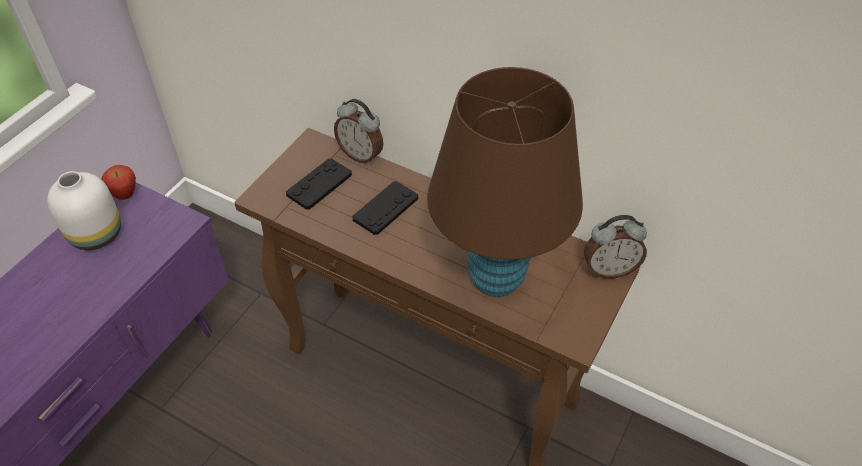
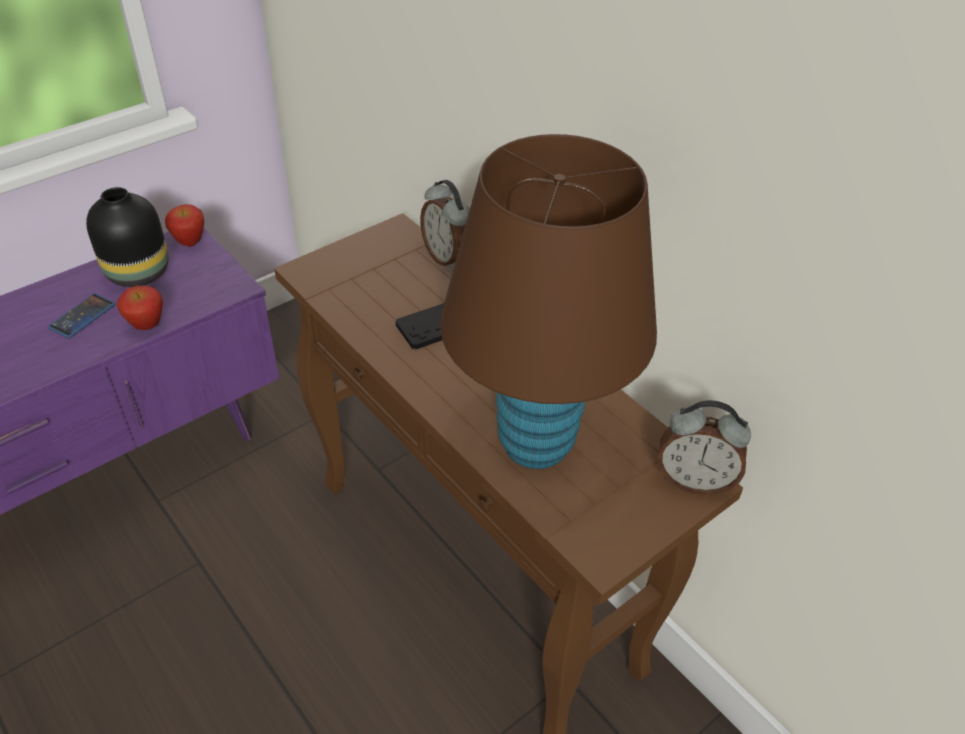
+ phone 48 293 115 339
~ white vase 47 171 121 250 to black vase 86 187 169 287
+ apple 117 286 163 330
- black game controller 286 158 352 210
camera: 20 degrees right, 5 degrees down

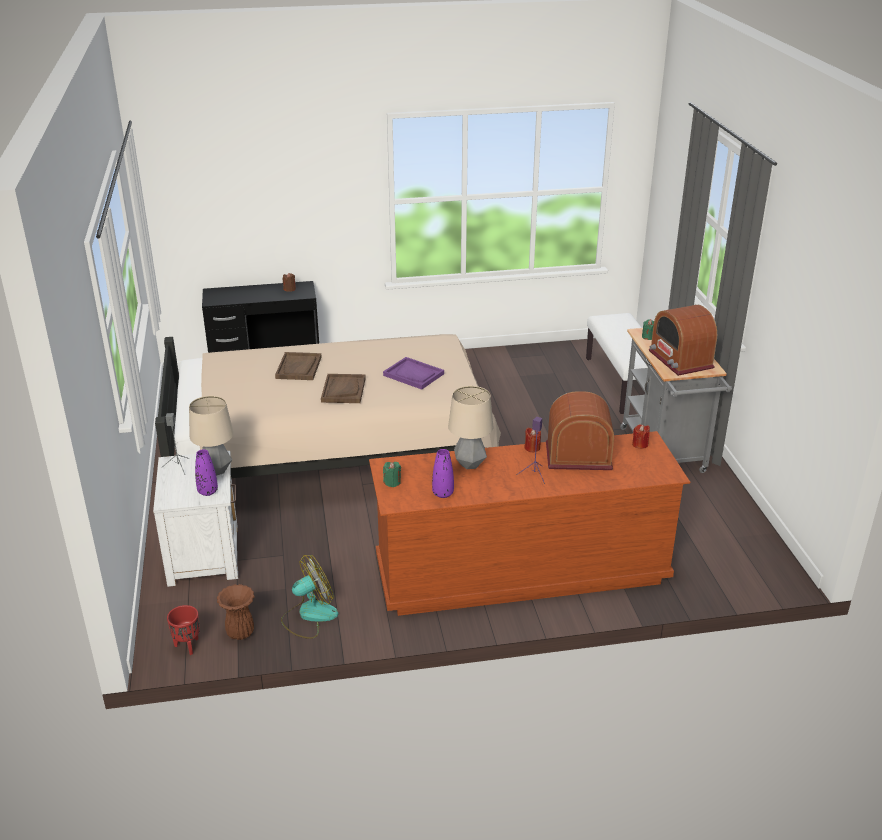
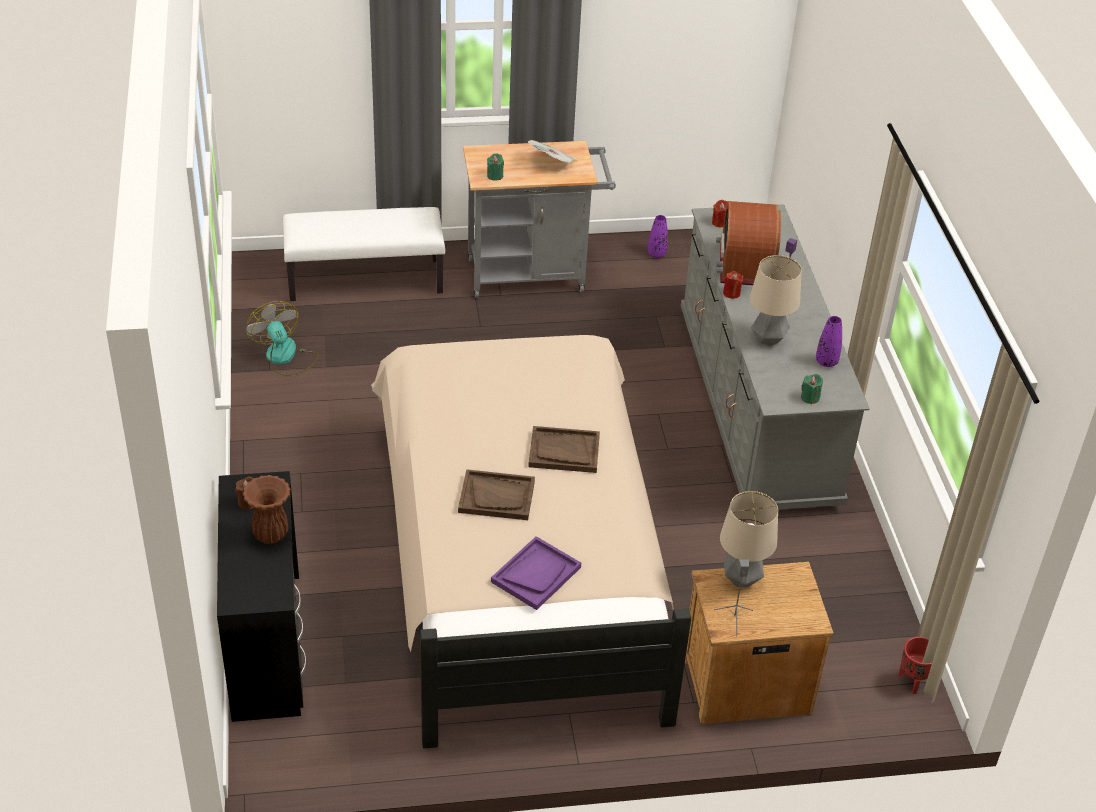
~ brown vase 217 584 255 640 to 242 475 291 544
~ fan 281 555 338 639 to 246 301 319 376
~ purple tray 383 357 444 390 to 491 536 581 610
~ radio 649 305 717 376 to newspaper 528 140 578 164
~ purple vase 195 449 218 496 to 648 215 668 258
~ brown dresser 369 431 690 616 to grey dresser 681 204 870 510
~ white nightstand 153 451 238 587 to brown nightstand 685 562 834 724
camera: 90 degrees left, 10 degrees up

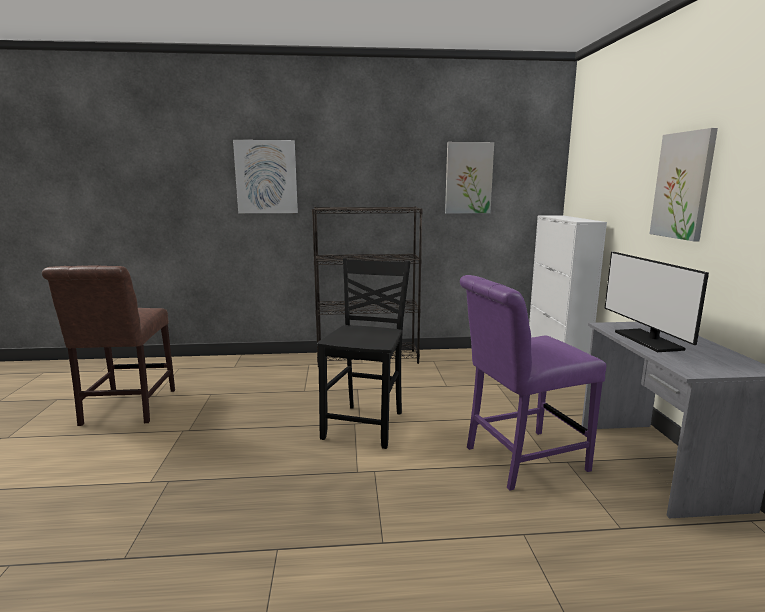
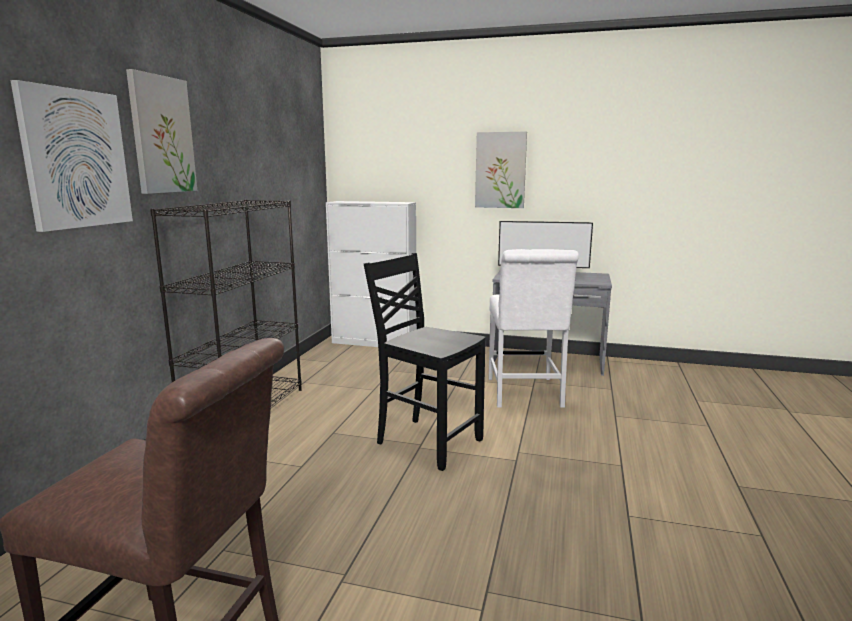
~ picture 445 142 494 214 to 126 69 197 194
~ purple chair 460 275 606 490 to white chair 489 249 579 408
camera: 70 degrees left, 0 degrees up

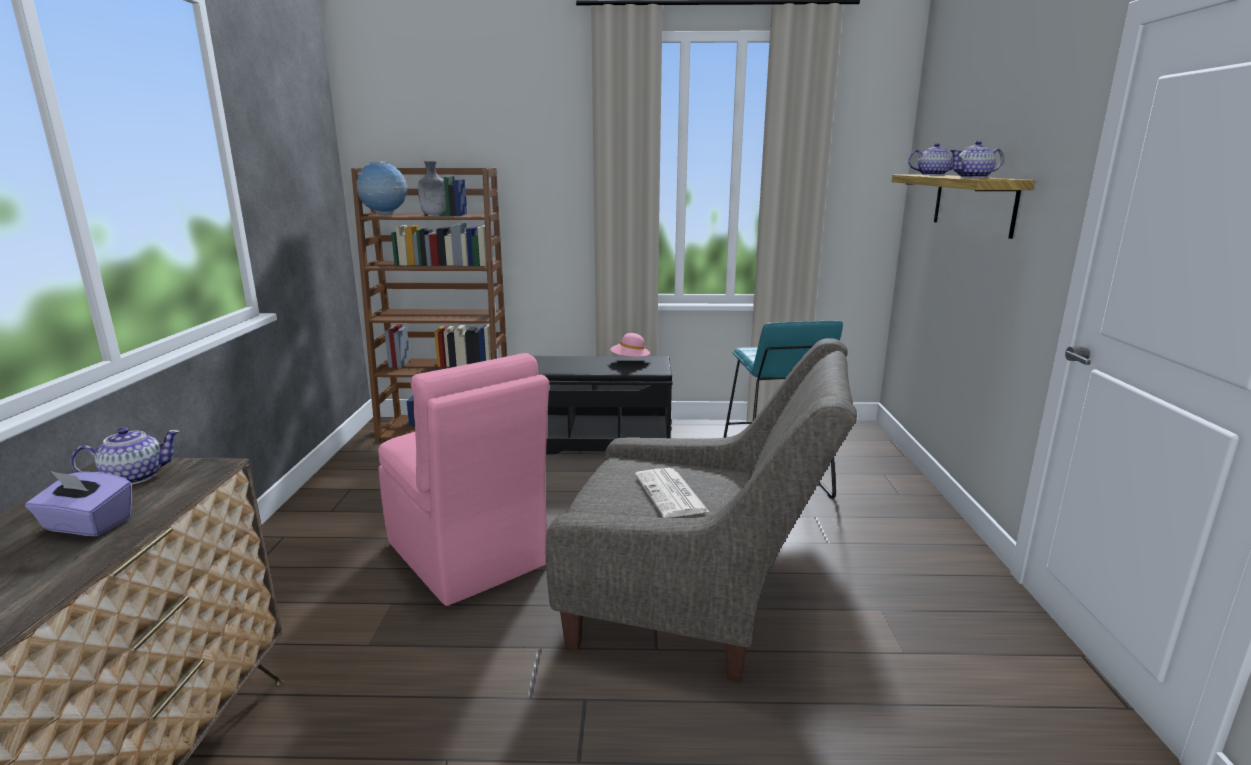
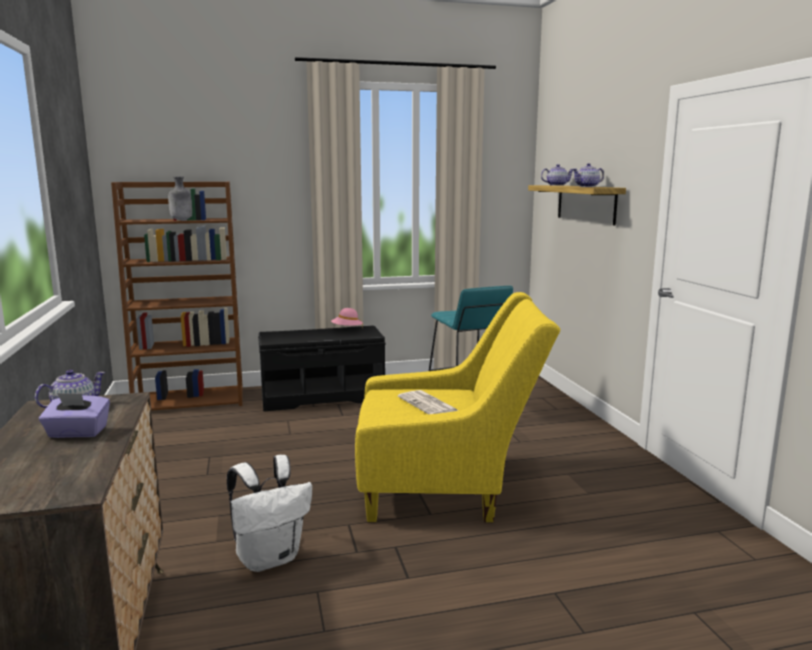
+ white backpack 227 455 312 572
~ grey armchair 546 338 857 681 to yellow armchair 355 292 560 522
- globe 357 161 407 215
- pink chair 378 353 549 606
camera: 15 degrees left, 5 degrees down

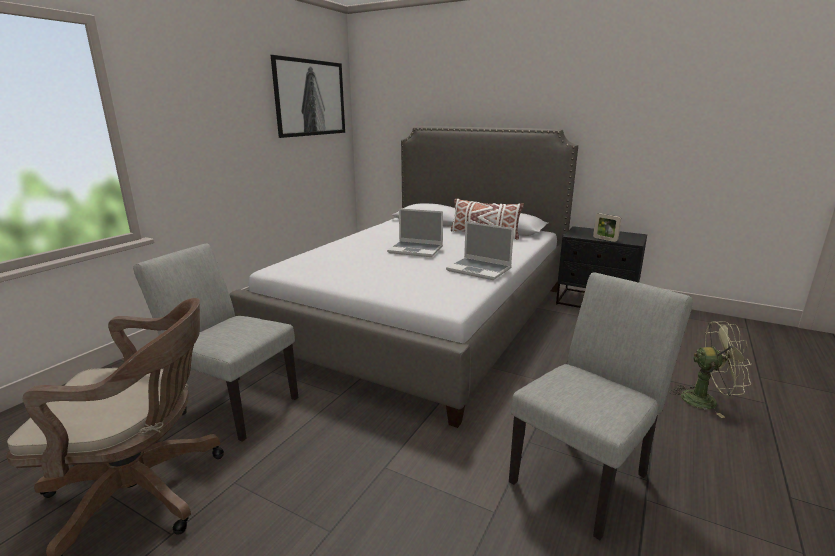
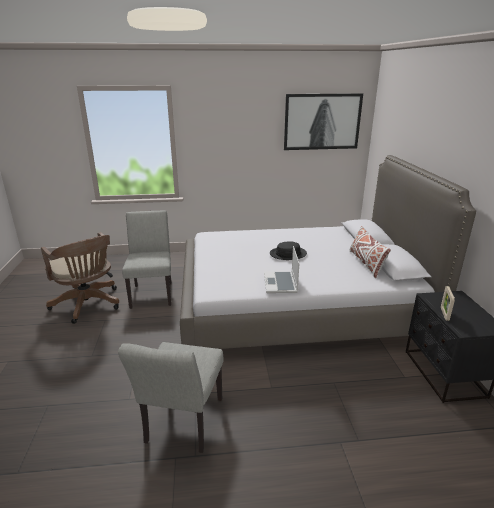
~ grey chair 509 272 693 540 = 118 342 224 453 90 degrees clockwise
~ laptop 387 208 443 257 to black hat 270 242 307 260
- green fan 669 321 752 418
camera: 55 degrees right, 5 degrees up

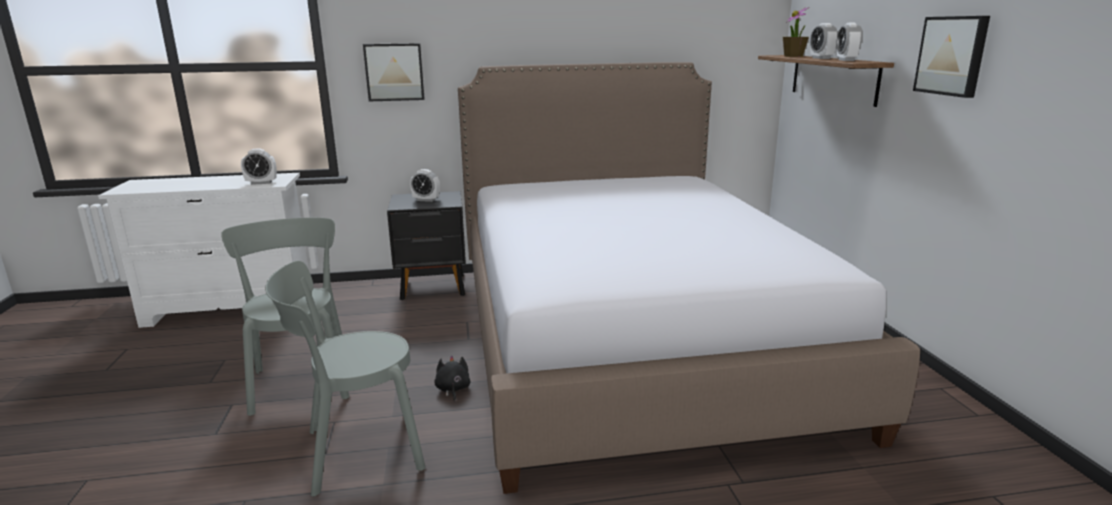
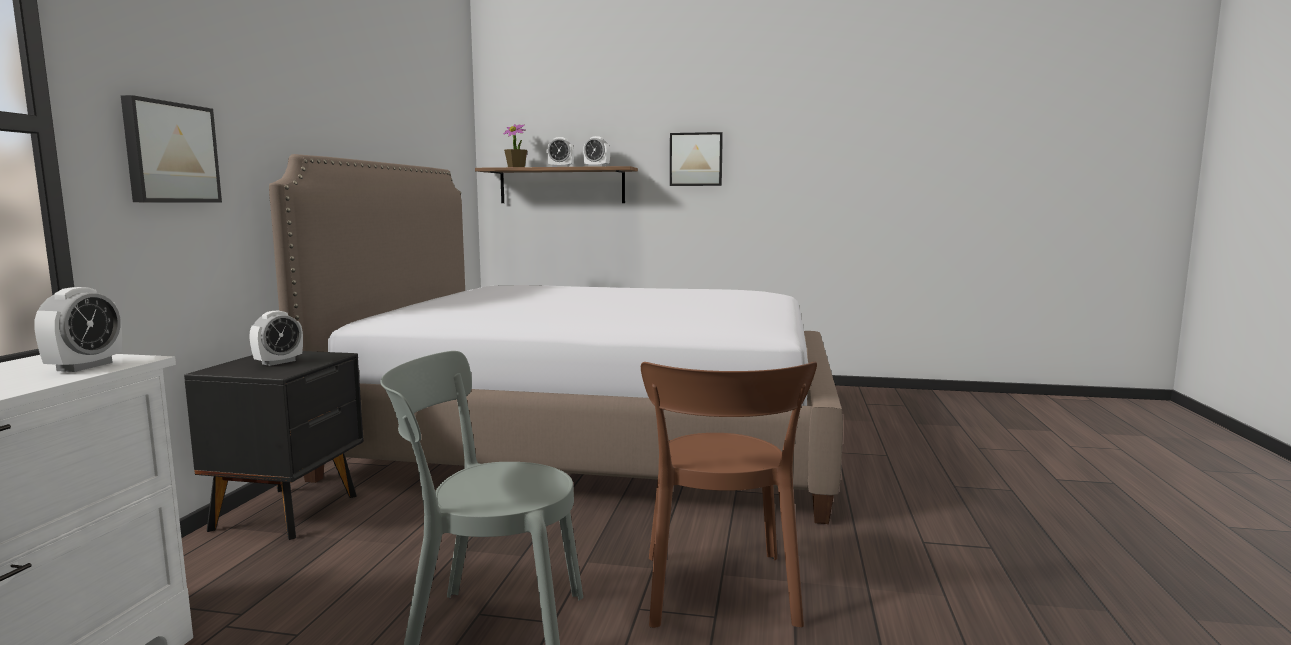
~ grey chair 265 261 426 497 to brown chair 641 362 817 628
- black plush toy 435 356 470 402
camera: 70 degrees left, 10 degrees down

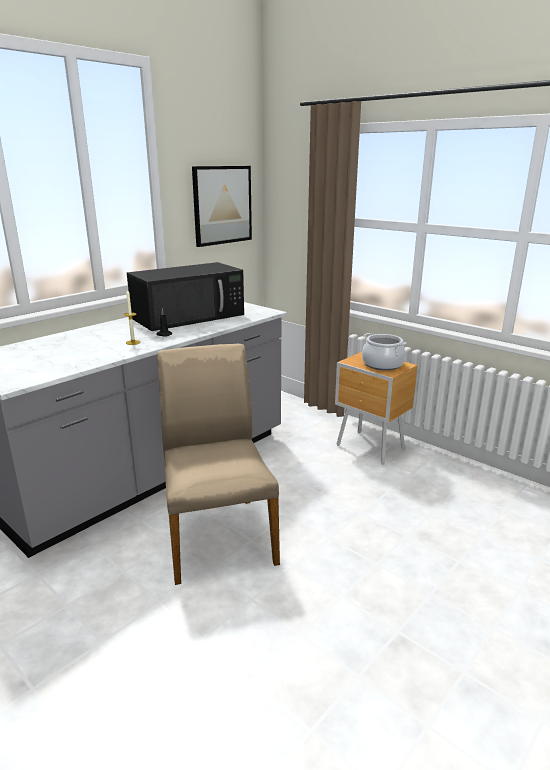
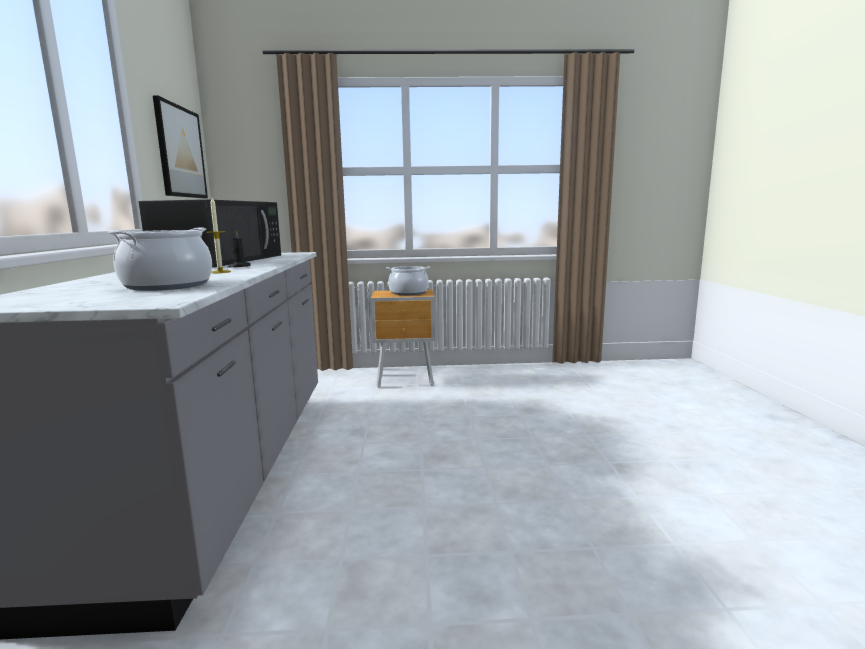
+ cooking pot 108 228 212 291
- beige chair 157 344 280 585
camera: 45 degrees left, 10 degrees down

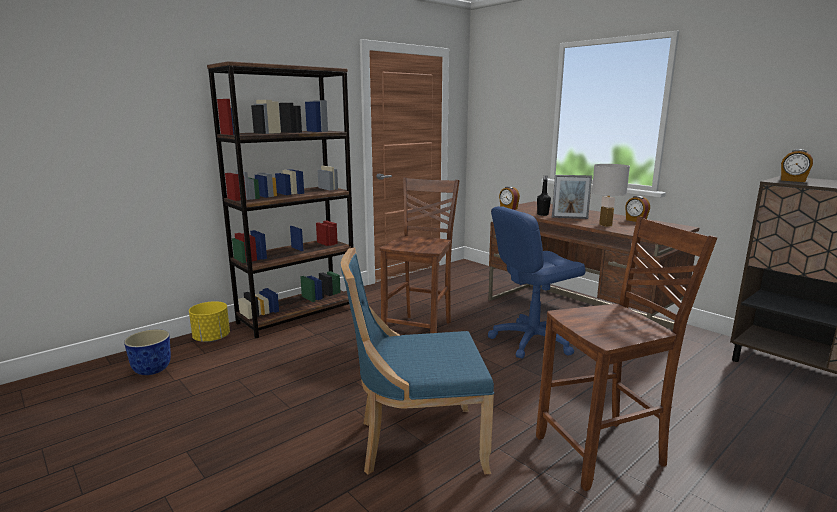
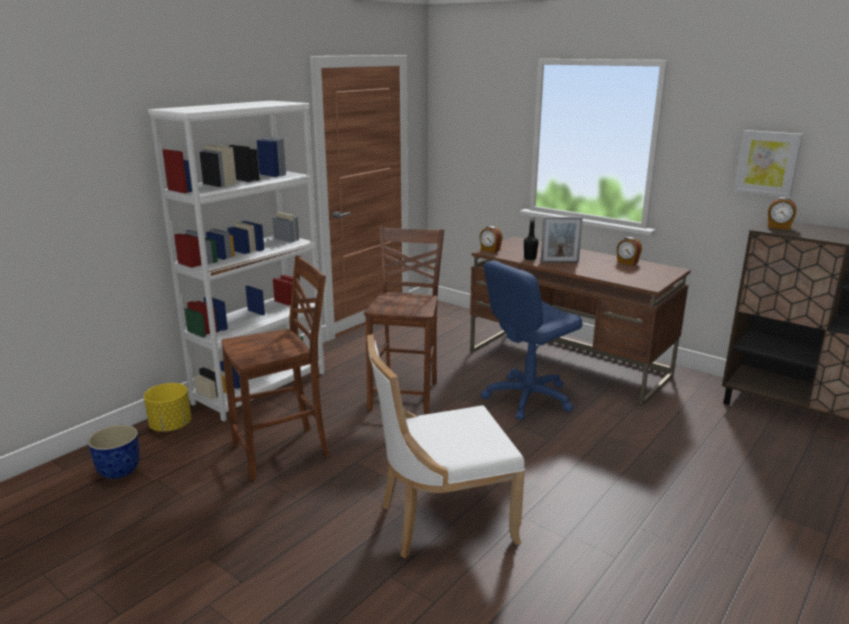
~ brown bookcase 207 61 354 338 to white bookcase 148 101 324 422
~ brown chair 536 216 717 491 to 221 255 329 480
~ blue chair 341 247 494 474 to white chair 367 334 525 558
+ picture 734 130 803 197
- white table lamp 592 164 630 227
camera: 10 degrees left, 5 degrees up

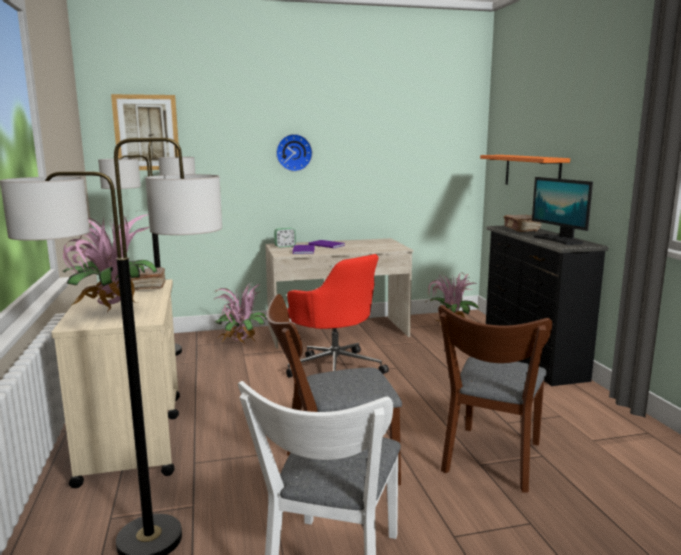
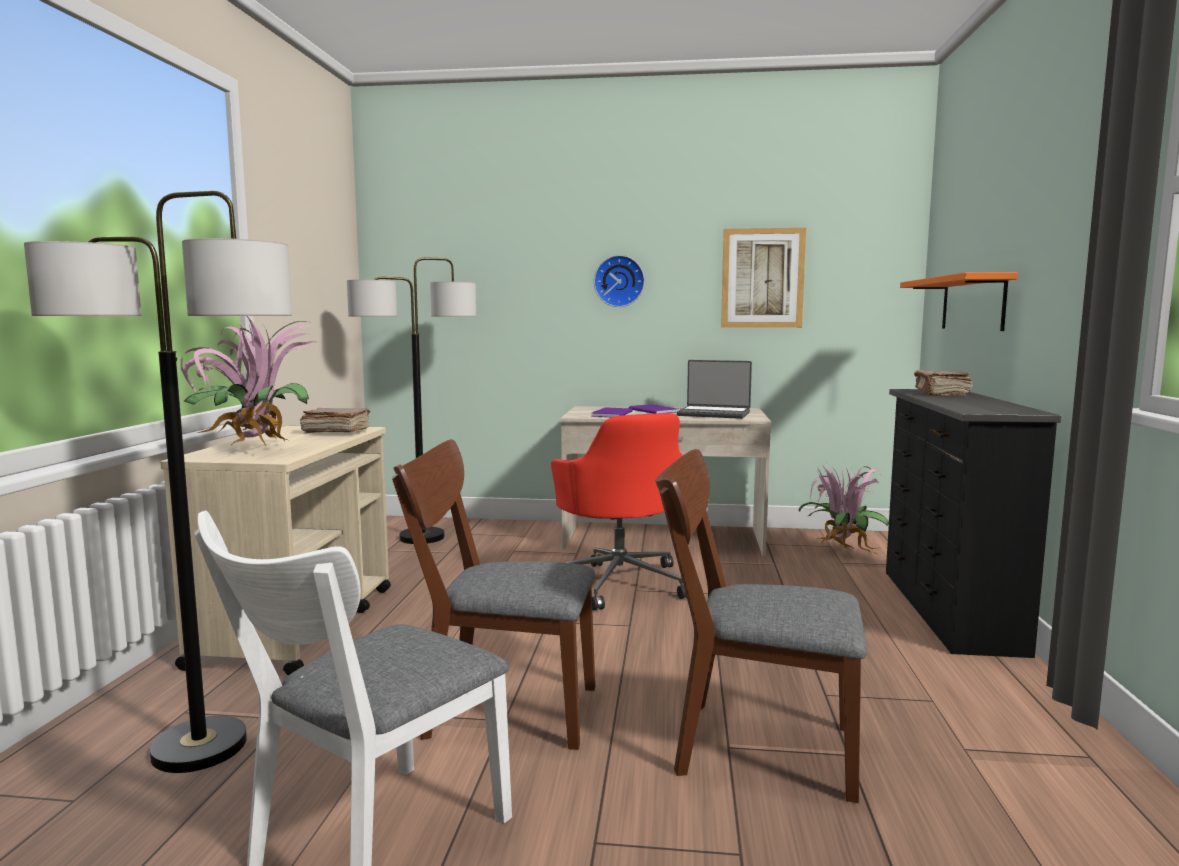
~ brown chair 438 305 552 493 = 655 449 867 803 60 degrees clockwise
+ laptop 677 360 752 419
~ picture 111 94 179 170 to 721 228 806 328
- potted plant 214 284 267 345
- alarm clock 274 228 296 248
- monitor 532 177 593 245
camera: 20 degrees right, 5 degrees down

